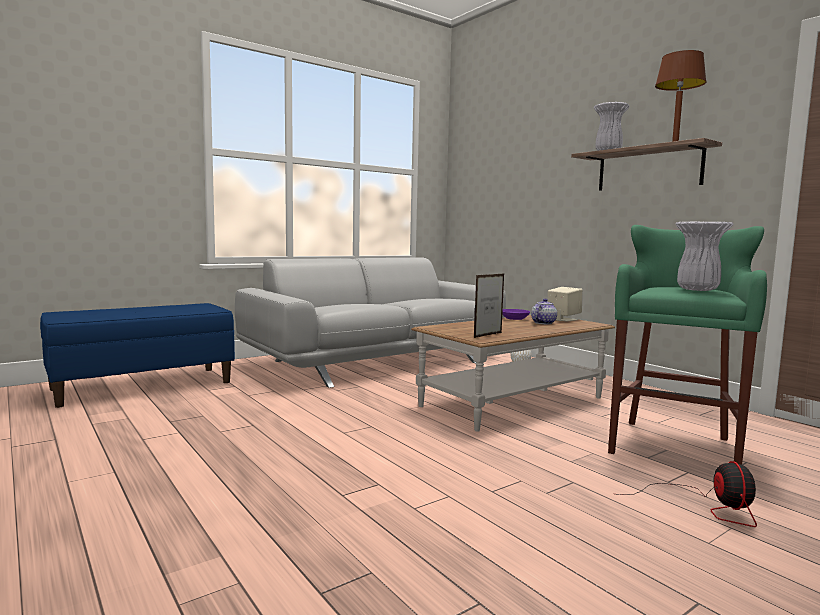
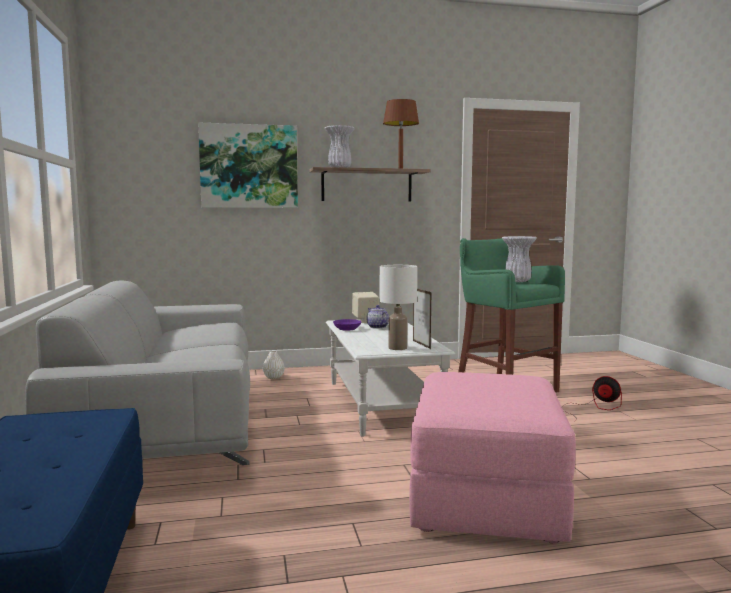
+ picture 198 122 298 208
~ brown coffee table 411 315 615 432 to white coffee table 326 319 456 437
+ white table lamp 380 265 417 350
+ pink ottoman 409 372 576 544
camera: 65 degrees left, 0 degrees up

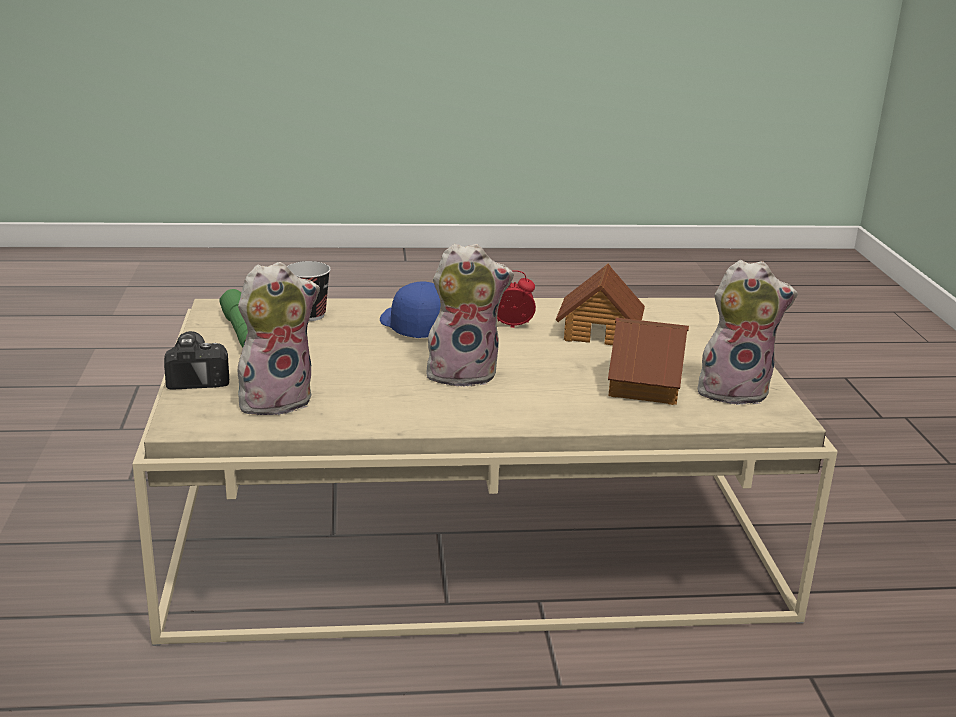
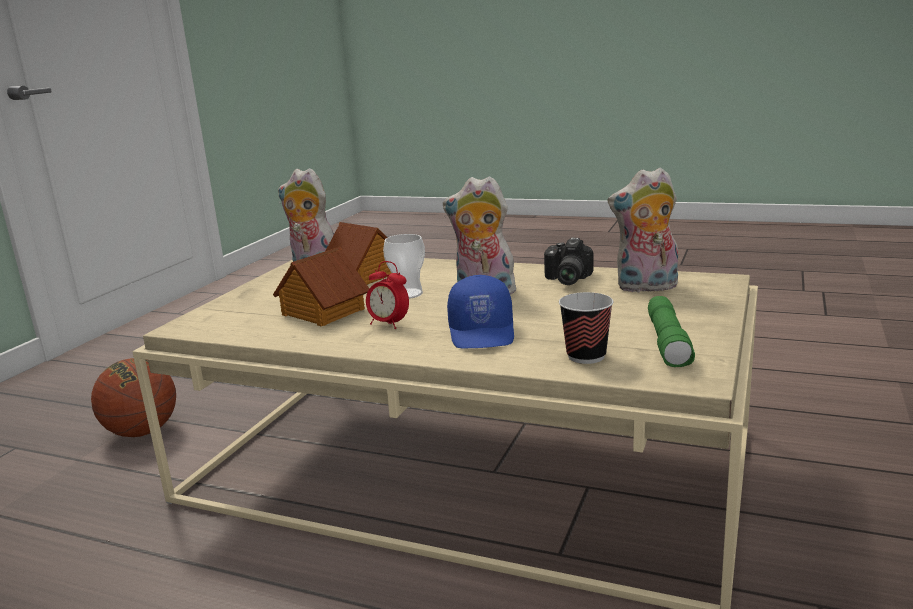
+ basketball 91 358 176 437
+ cup 383 234 425 299
~ photo camera 164 331 229 390 to 544 238 593 285
camera: 150 degrees left, 5 degrees down

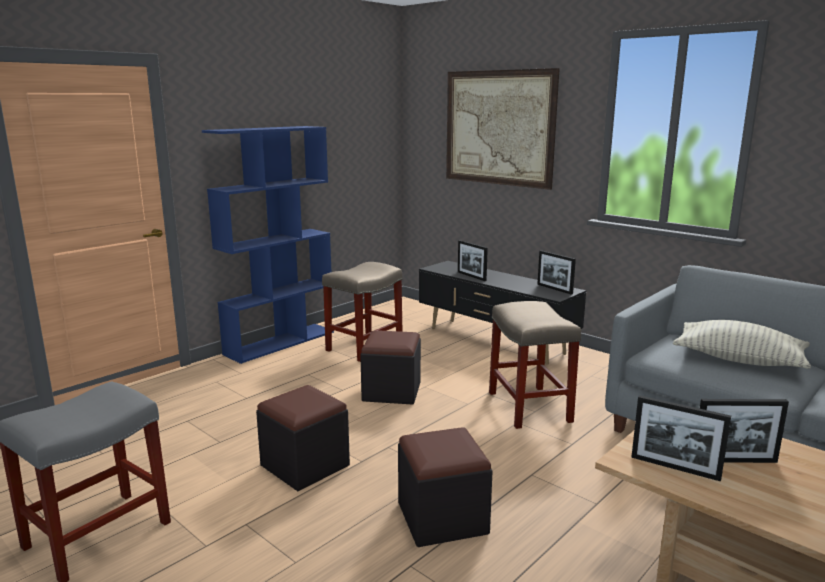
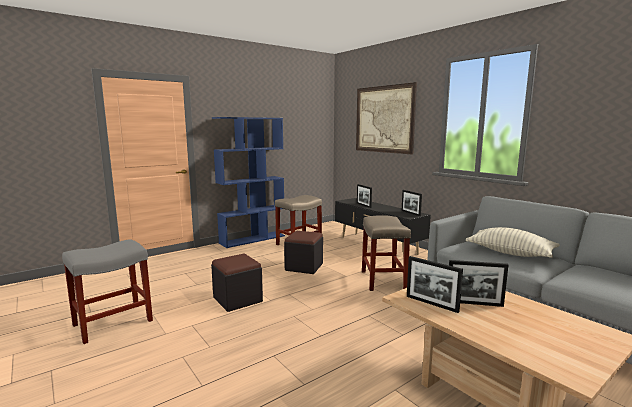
- black ottoman 398 427 493 547
camera: 10 degrees right, 5 degrees down

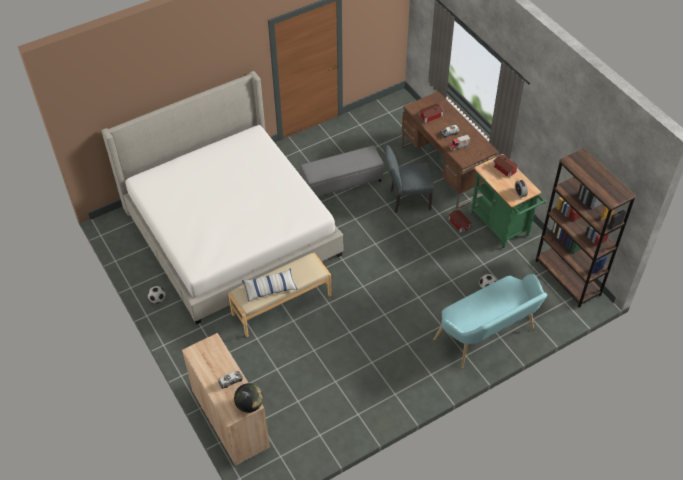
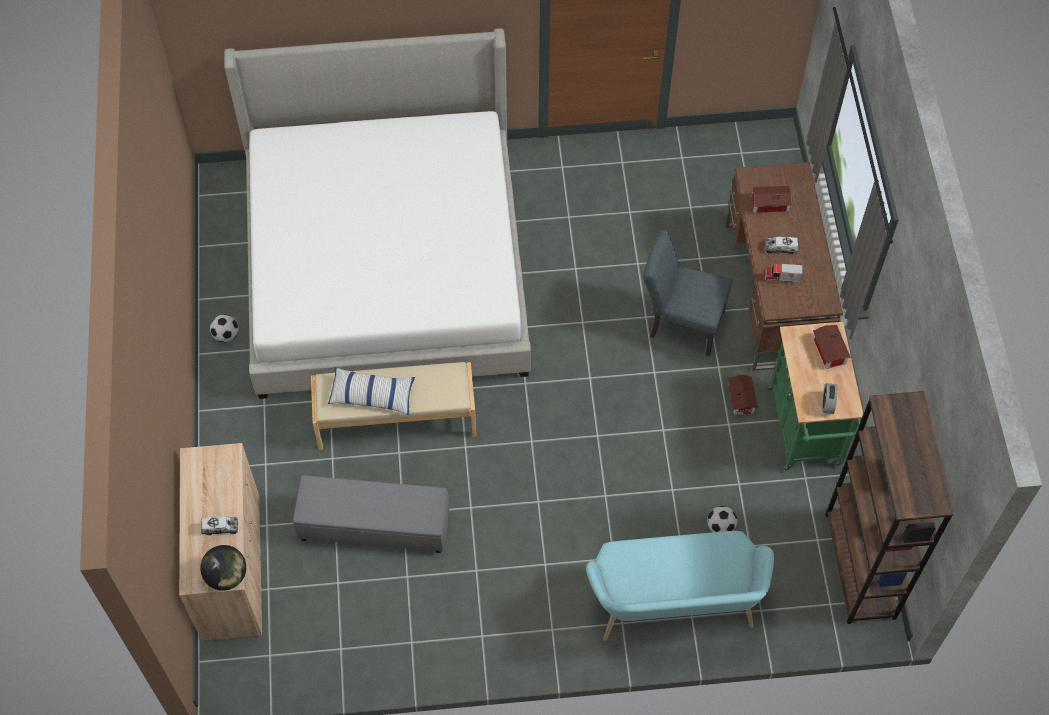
~ grey ottoman 300 145 383 196 to 293 475 449 553
camera: 25 degrees right, 10 degrees up

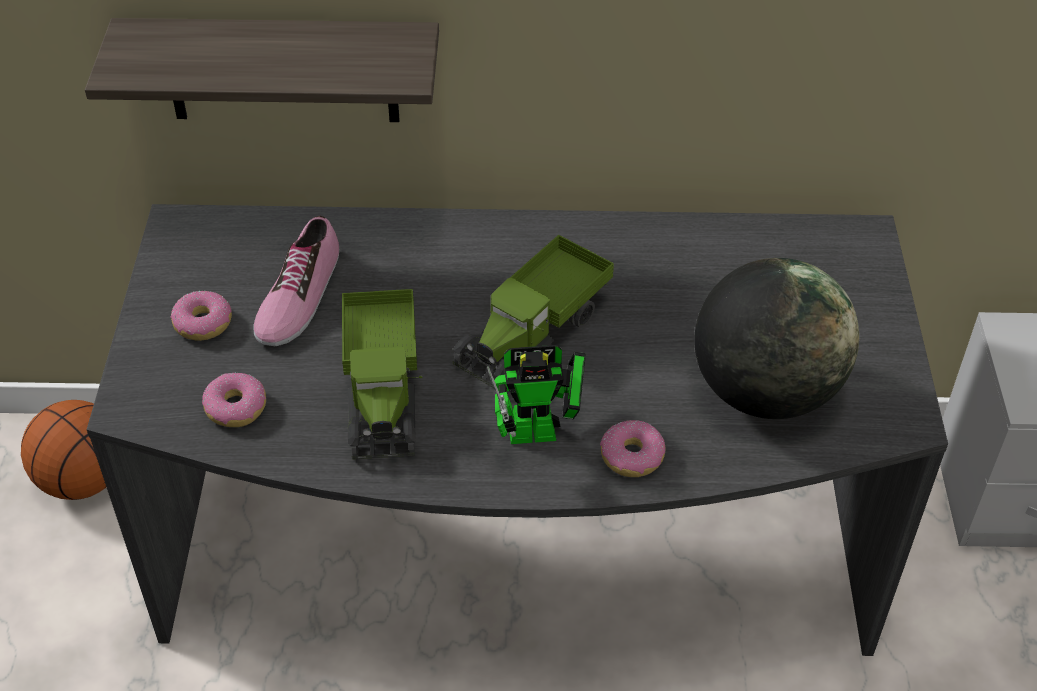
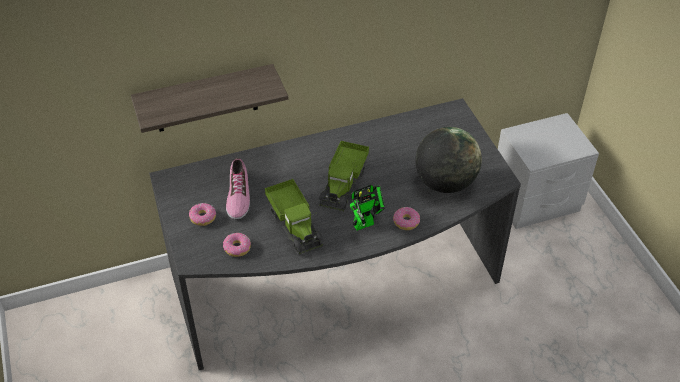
- basketball 21 400 107 500
camera: 20 degrees left, 0 degrees up

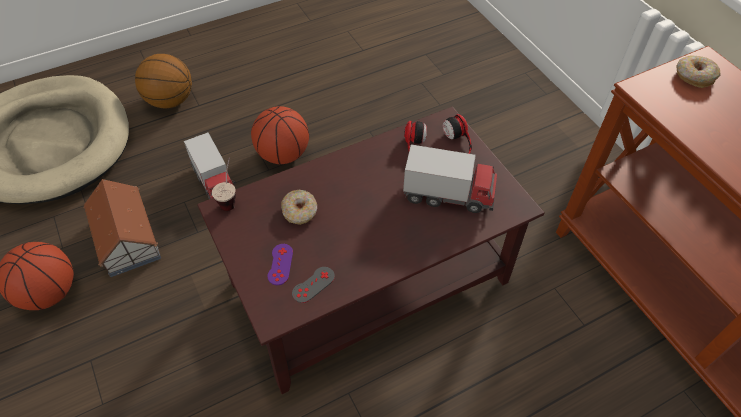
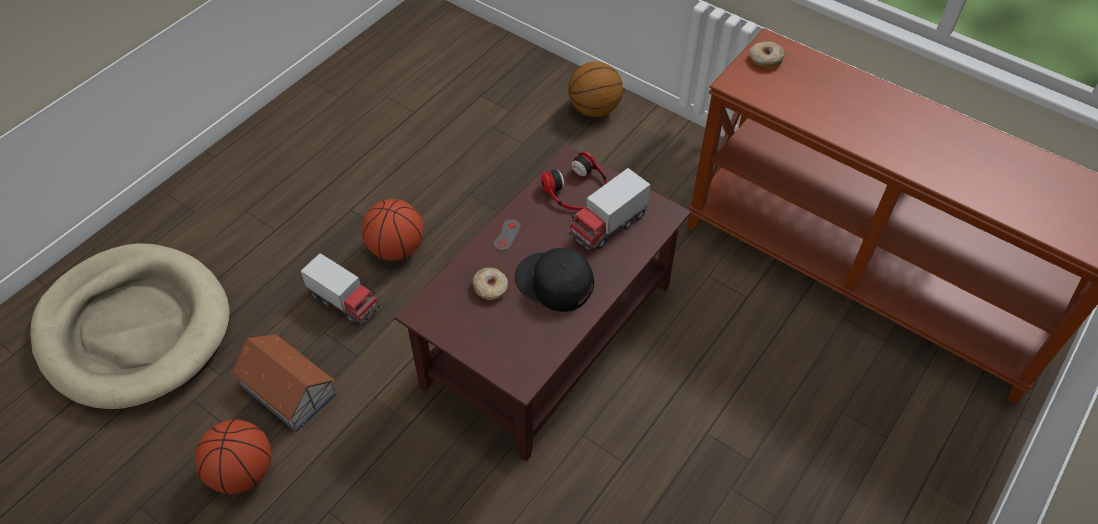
~ grey game controller 292 267 335 303 to 494 219 521 251
+ black cap 515 248 594 312
~ basketball 135 54 192 108 to 568 62 623 117
~ toy truck 403 144 497 213 = 569 168 651 252 150 degrees clockwise
- cup 212 157 236 211
- purple game controller 267 244 293 285
camera: 25 degrees left, 0 degrees up

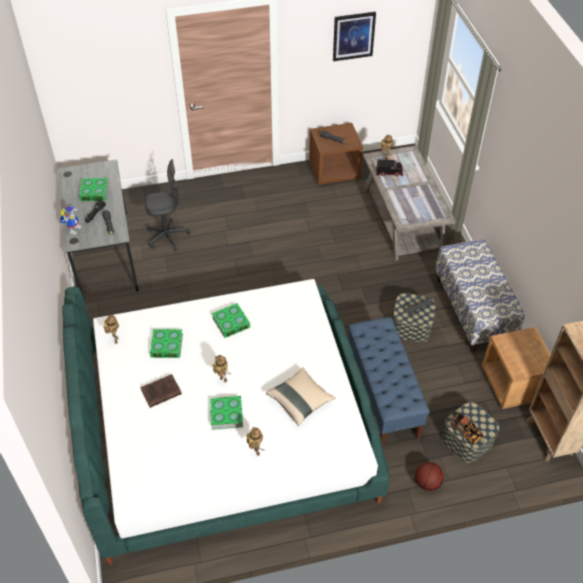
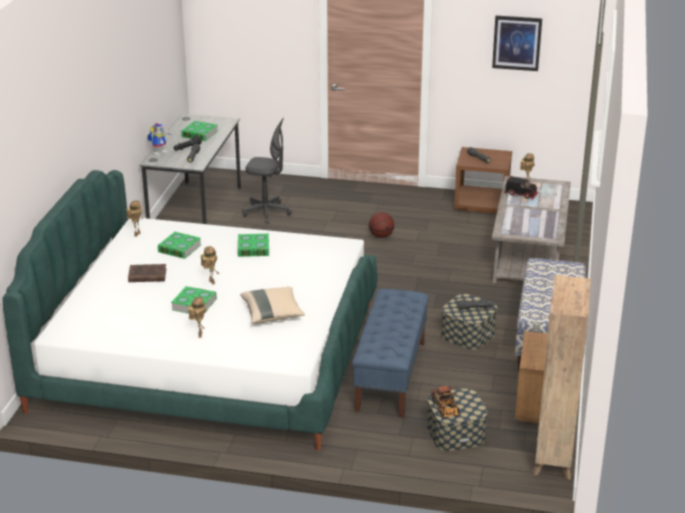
~ basketball 415 462 444 491 to 369 212 394 238
camera: 25 degrees right, 20 degrees down

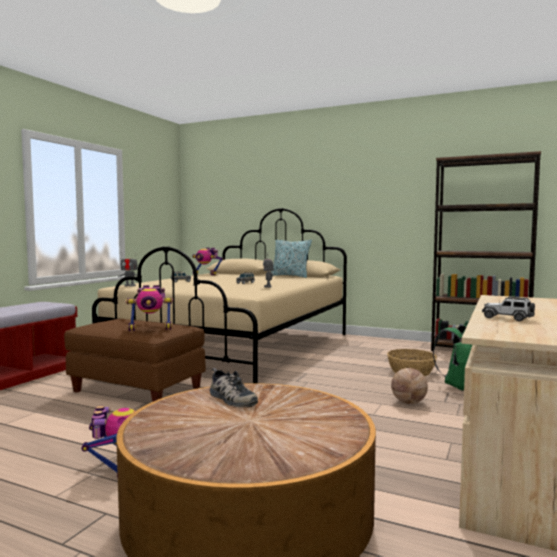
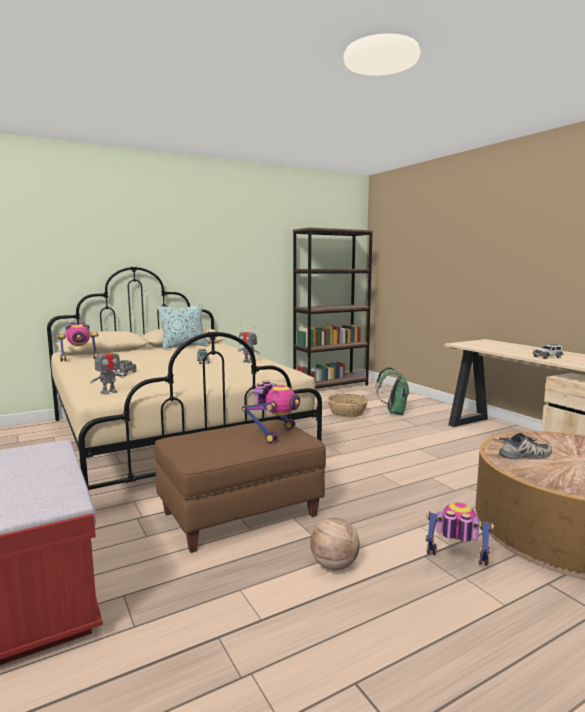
~ basketball 391 368 428 404 to 310 518 360 570
camera: 55 degrees left, 5 degrees up

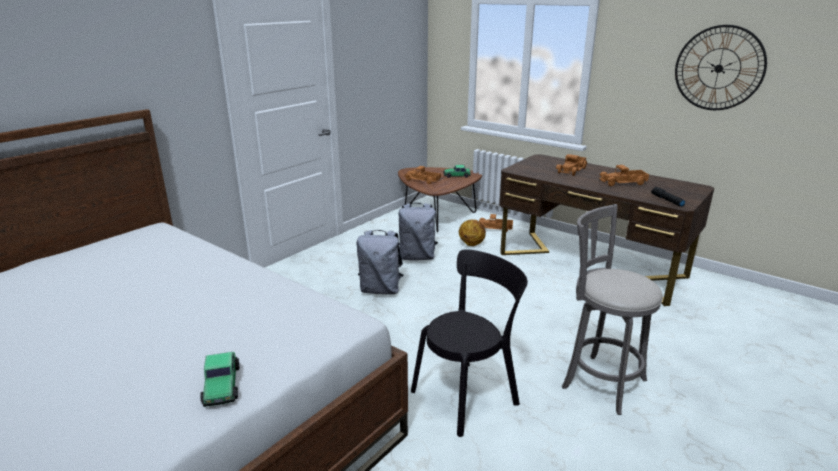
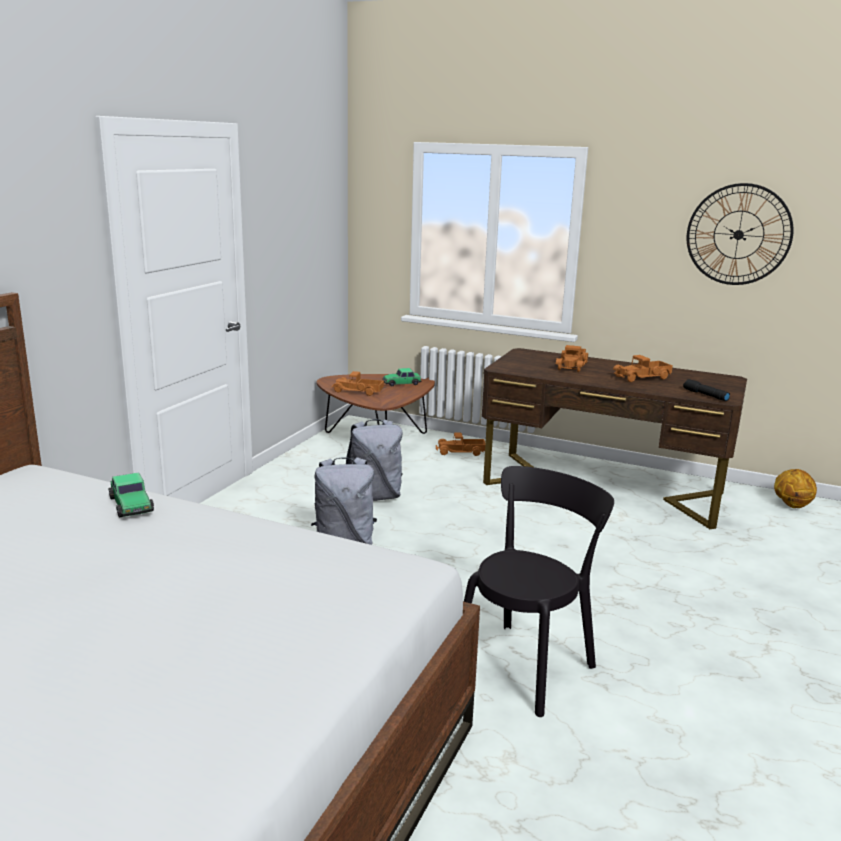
~ toy car 200 352 239 407 to 108 473 154 517
~ basketball 459 219 486 246 to 774 469 817 508
- grey stool 562 204 663 415
camera: 15 degrees left, 5 degrees down

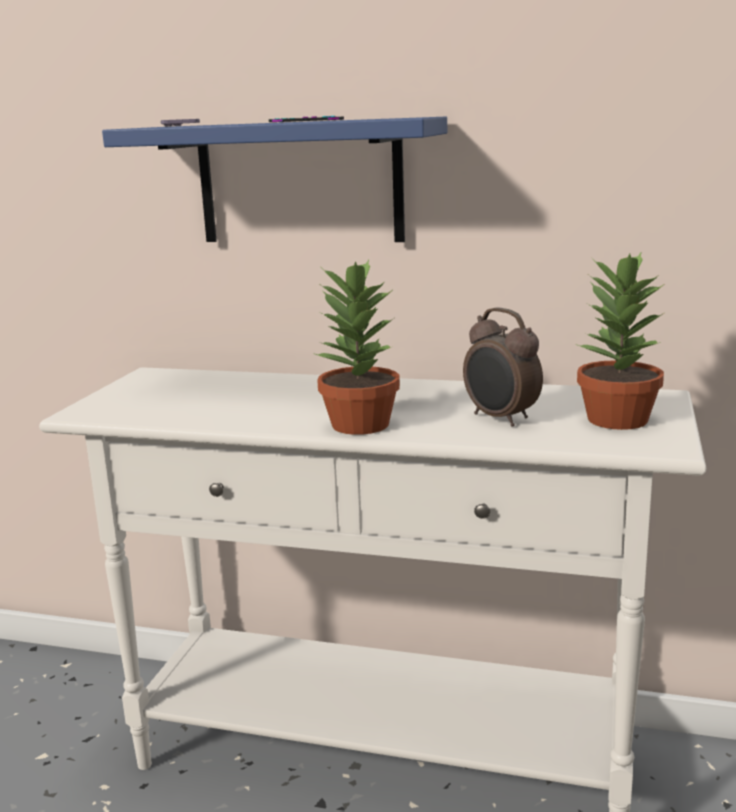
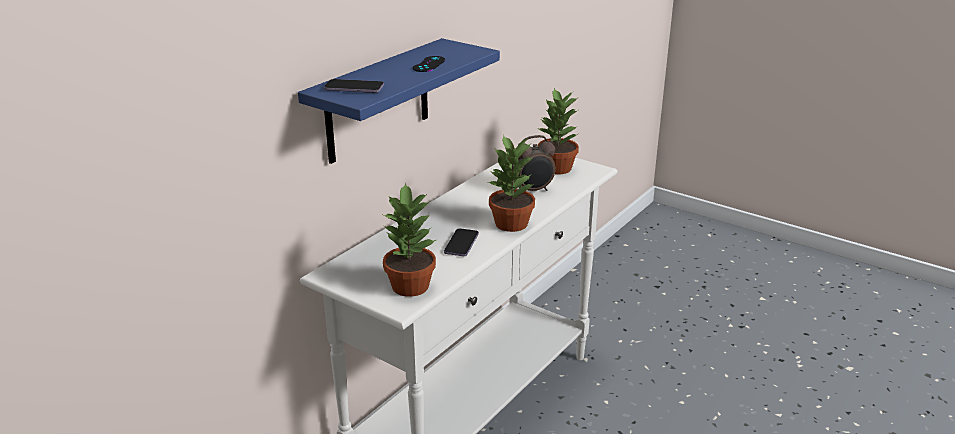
+ potted plant 383 182 436 297
+ phone 444 228 479 256
camera: 70 degrees left, 10 degrees up

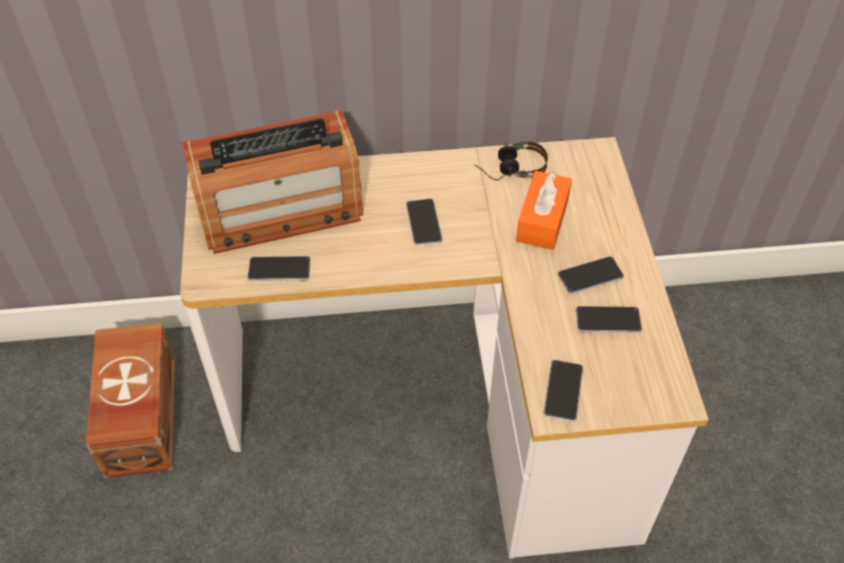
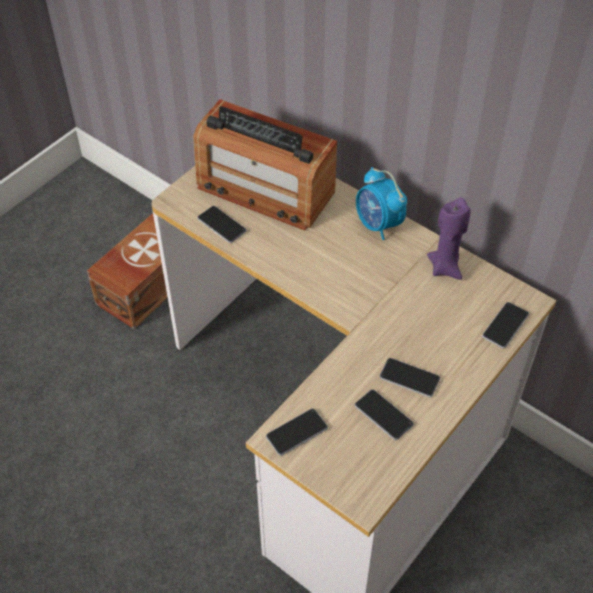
+ alarm clock 356 167 407 240
~ headphones 475 141 548 180 to purple candle 427 197 471 280
~ phone 406 199 443 246 to 482 302 529 348
- orange tissue box 516 171 572 250
camera: 45 degrees right, 0 degrees up

